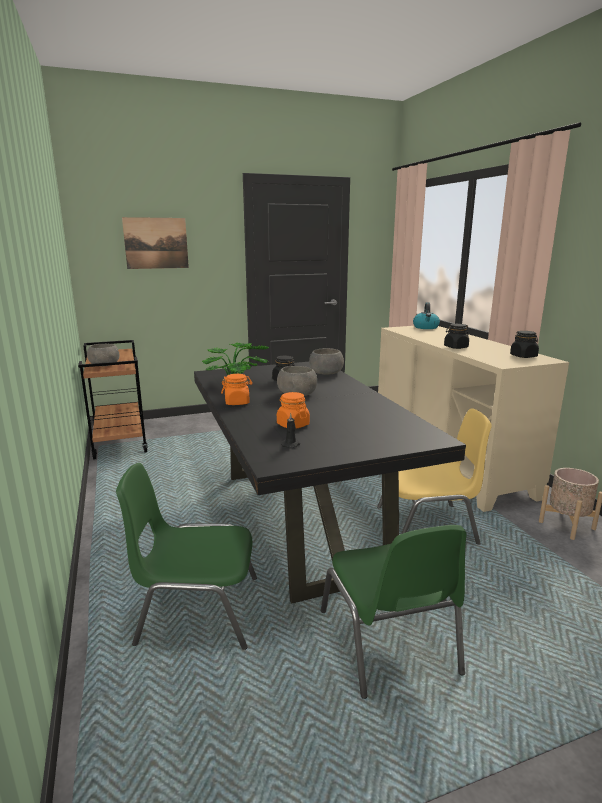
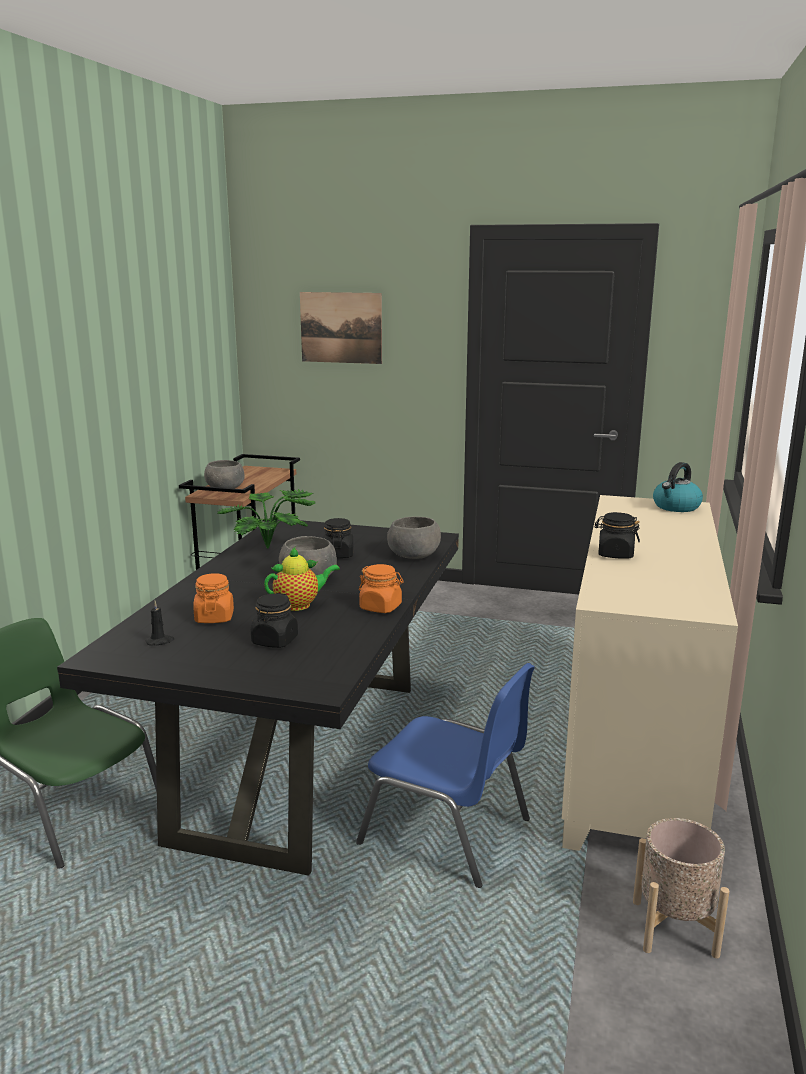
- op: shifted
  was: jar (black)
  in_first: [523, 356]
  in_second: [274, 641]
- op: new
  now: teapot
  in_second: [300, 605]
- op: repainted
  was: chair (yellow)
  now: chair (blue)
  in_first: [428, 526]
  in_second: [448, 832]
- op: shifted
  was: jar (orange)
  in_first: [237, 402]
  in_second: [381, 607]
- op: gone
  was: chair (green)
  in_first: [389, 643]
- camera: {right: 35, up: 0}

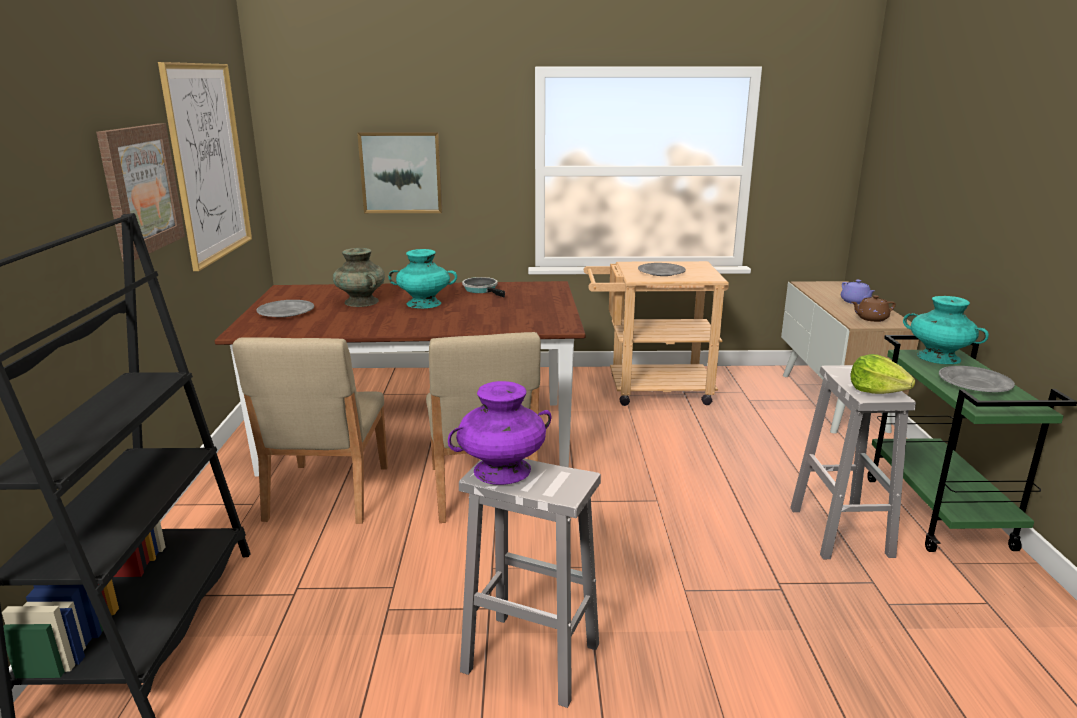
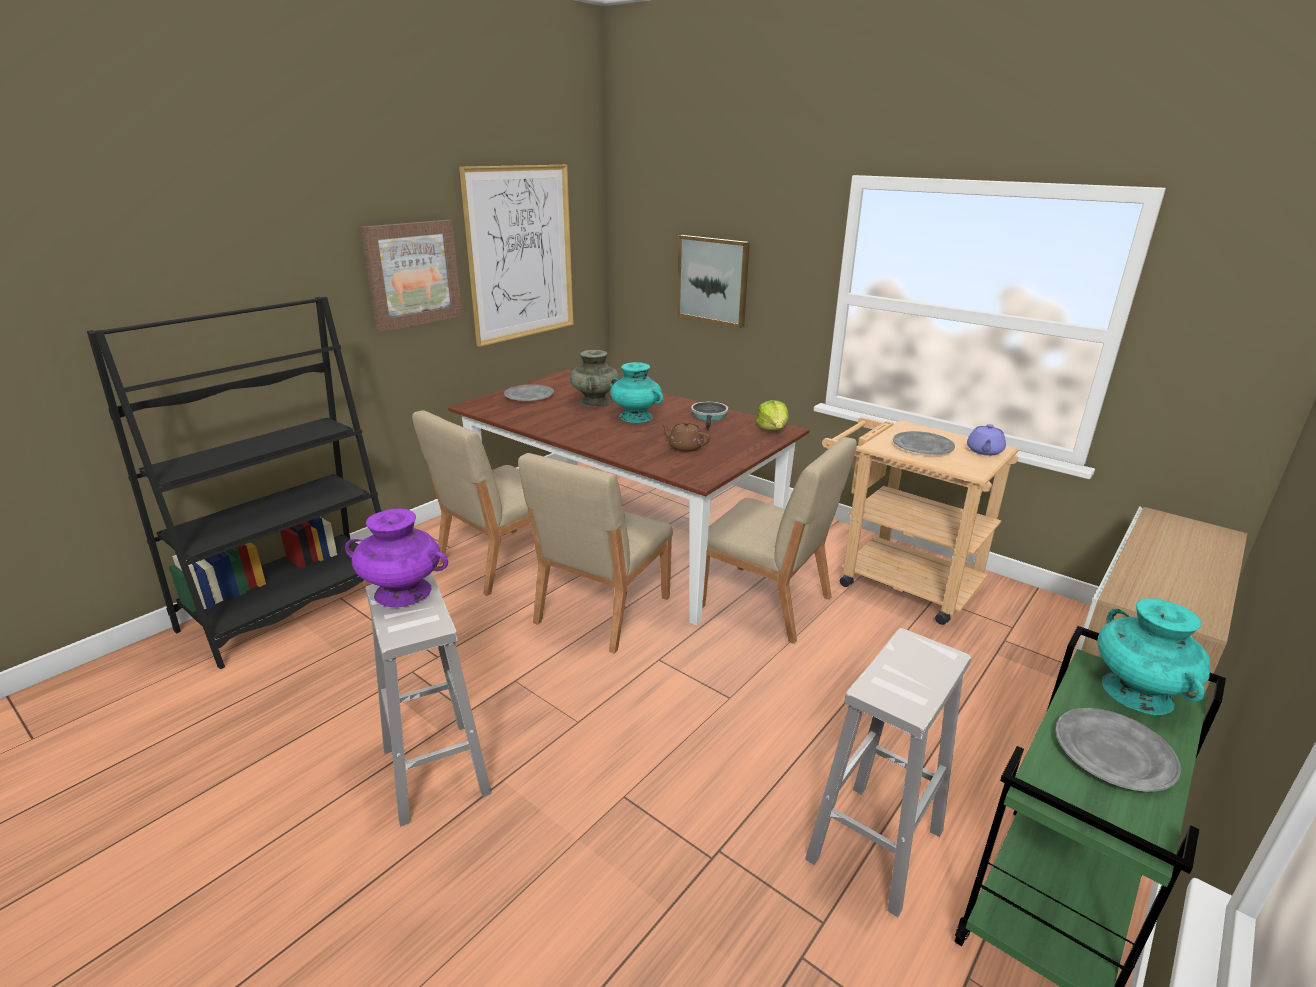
- op: shifted
  was: teapot (brown)
  in_first: [871, 319]
  in_second: [684, 447]
- op: new
  now: chair (beige)
  in_second: [766, 603]
- op: shifted
  was: lettuce
  in_first: [877, 390]
  in_second: [773, 429]
- op: shifted
  was: teapot (purple)
  in_first: [855, 302]
  in_second: [984, 451]
- camera: {right: 40, up: 5}

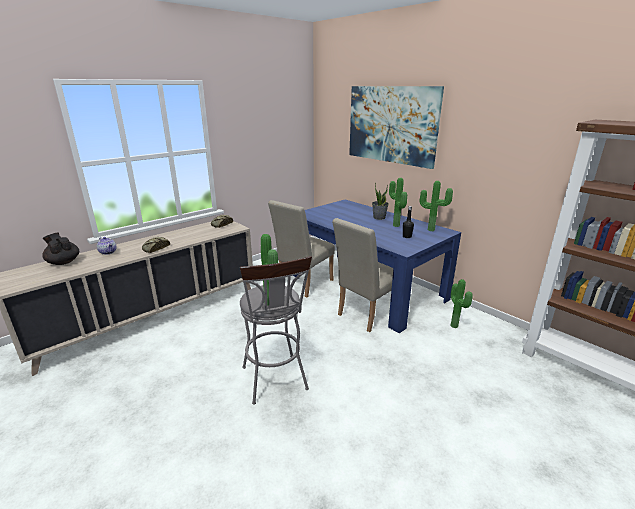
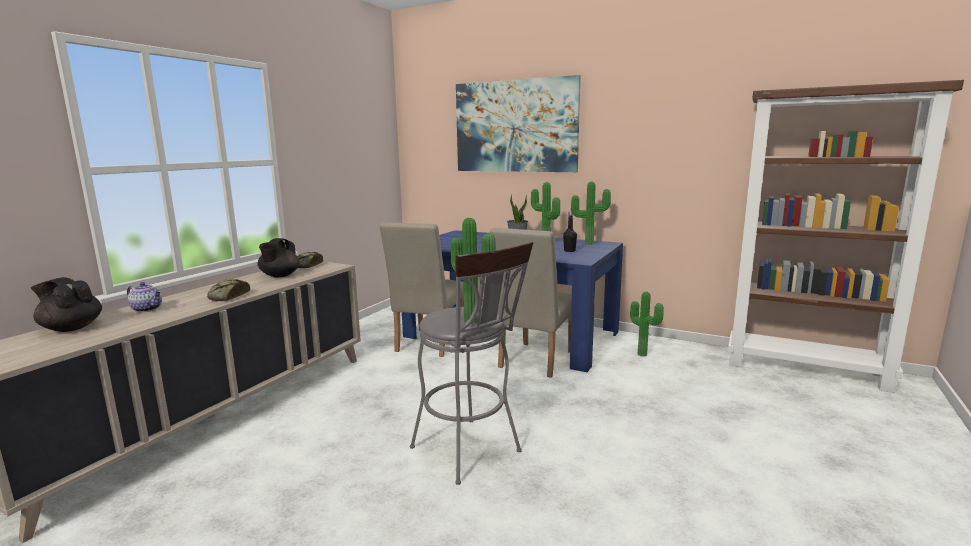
- op: new
  now: teapot (black)
  in_second: [279, 276]
- camera: {right: -20, up: -10}

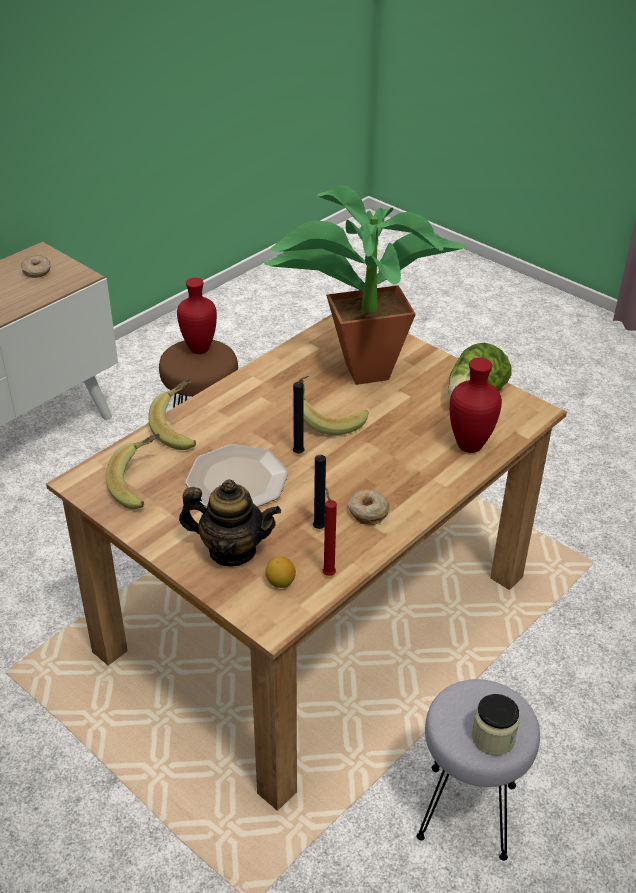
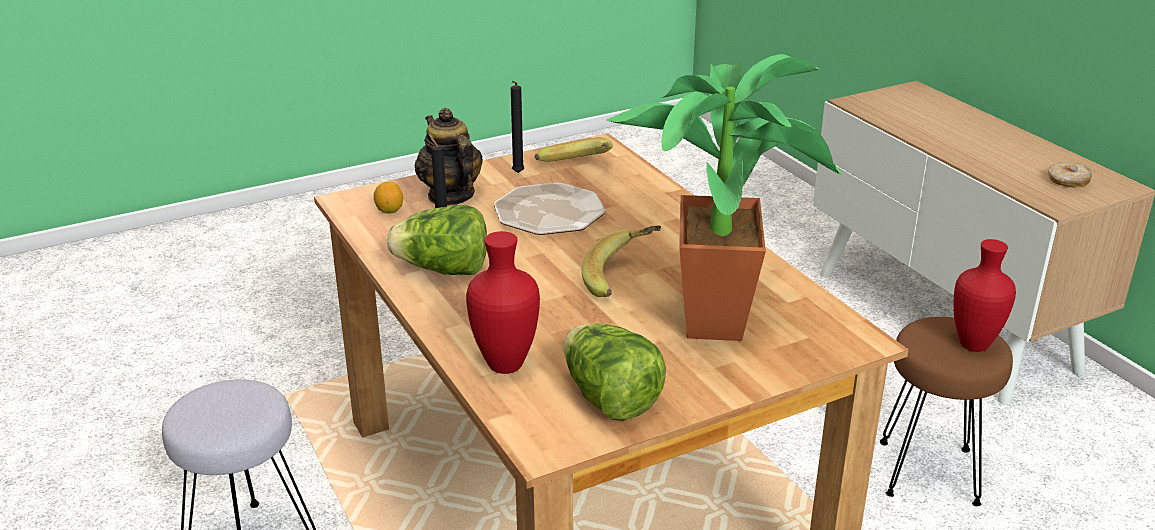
- op: swapped
  was: donut
  now: lettuce
  in_first: [367, 512]
  in_second: [443, 270]
- op: rotated
  was: teapot
  in_first: [232, 551]
  in_second: [450, 196]
  clockwise: 120
- op: shifted
  was: candle (black)
  in_first: [300, 453]
  in_second: [517, 173]
- op: gone
  was: banana
  in_first: [181, 428]
- op: gone
  was: candle (red)
  in_first: [328, 573]
- op: gone
  was: jar
  in_first: [493, 737]
- camera: {right: 110, up: -10}

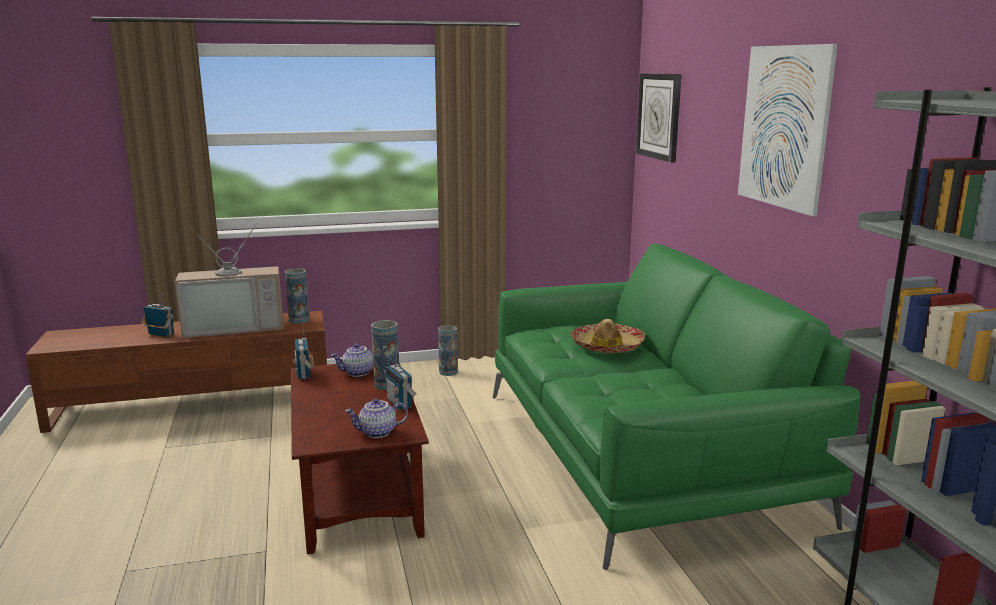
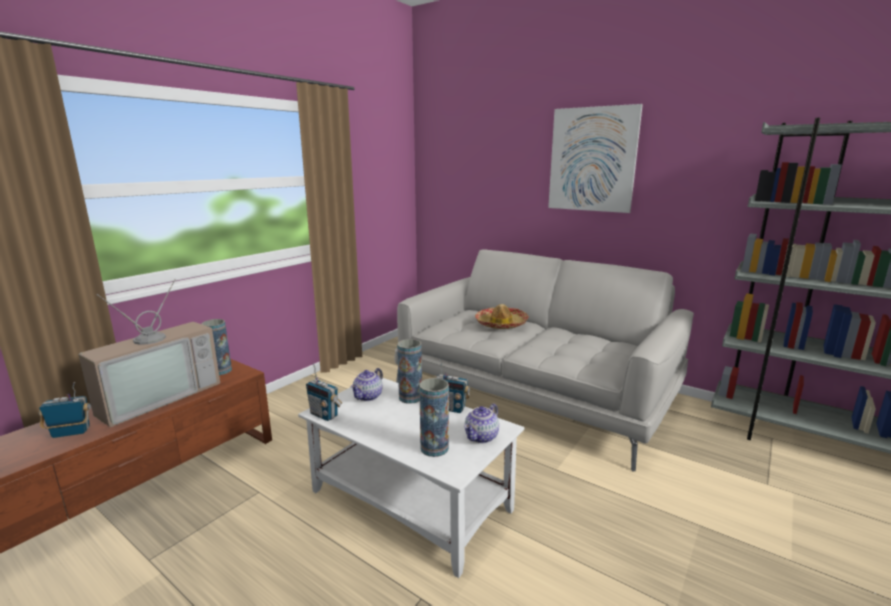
- op: repainted
  was: coffee table (brown)
  now: coffee table (white)
  in_first: [358, 491]
  in_second: [412, 501]
- op: repainted
  was: sofa (green)
  now: sofa (grey)
  in_first: [641, 454]
  in_second: [536, 392]
- op: shifted
  was: vase
  in_first: [448, 372]
  in_second: [434, 448]
- op: gone
  was: wall clock
  in_first: [659, 116]
- camera: {right: -40, up: 0}

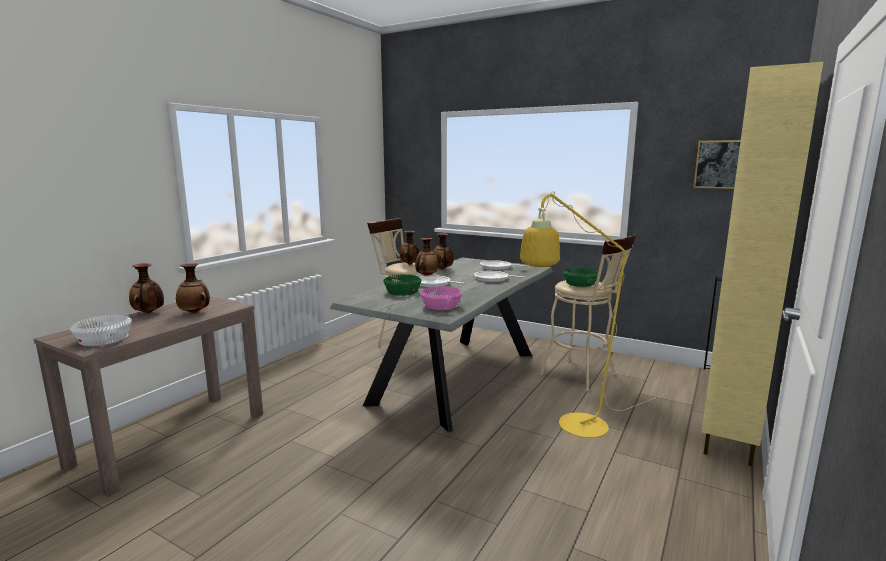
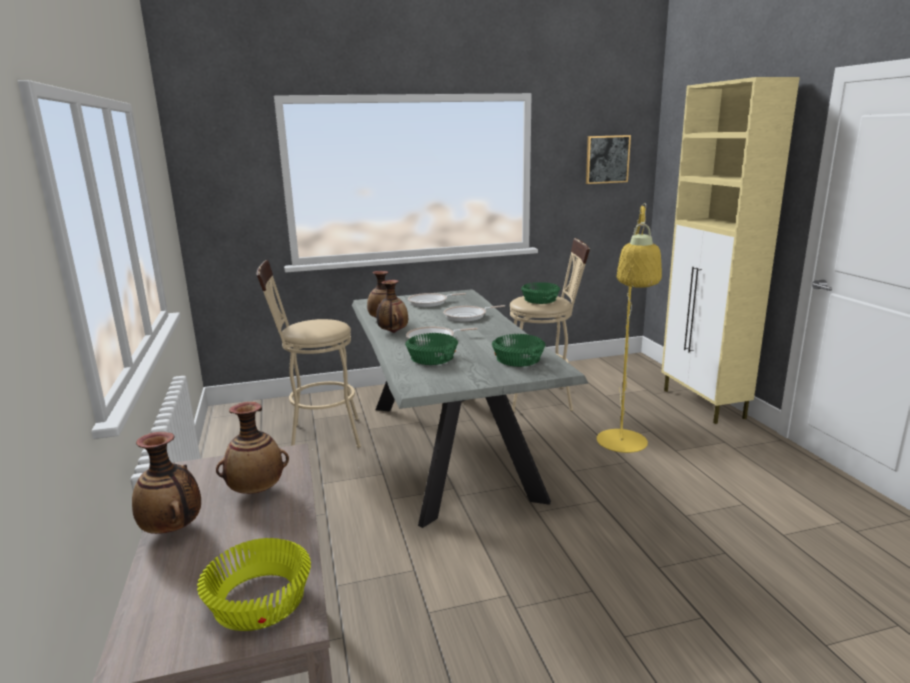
- op: repainted
  was: bowl (white)
  now: bowl (yellow)
  in_first: [103, 339]
  in_second: [258, 602]
- op: repainted
  was: bowl (pink)
  now: bowl (green)
  in_first: [440, 305]
  in_second: [517, 359]
- op: gone
  was: vase
  in_first: [410, 264]
- camera: {right: -45, up: 5}

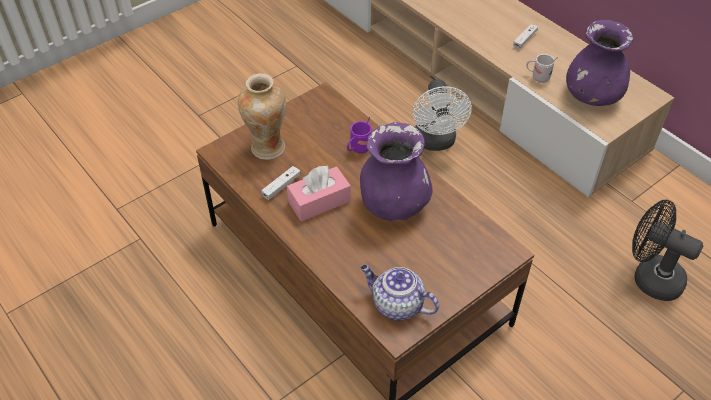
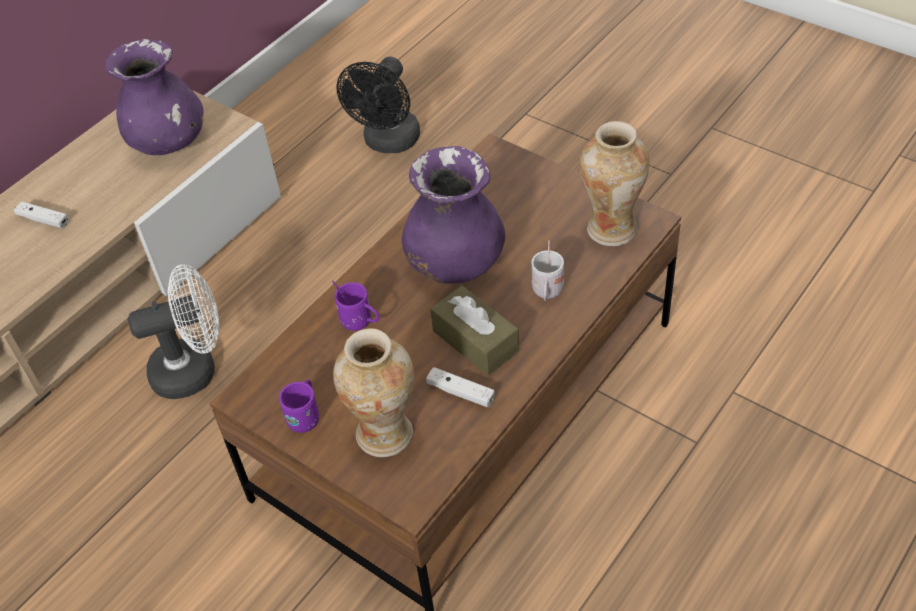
- op: new
  now: mug (purple)
  in_second: [305, 417]
- op: repainted
  was: tissue box (pink)
  now: tissue box (brown)
  in_first: [319, 201]
  in_second: [475, 341]
- op: shifted
  was: mug (white)
  in_first: [538, 77]
  in_second: [547, 293]
- op: swapped
  was: teapot
  now: vase
  in_first: [396, 305]
  in_second: [611, 229]
- camera: {right: -100, up: 0}

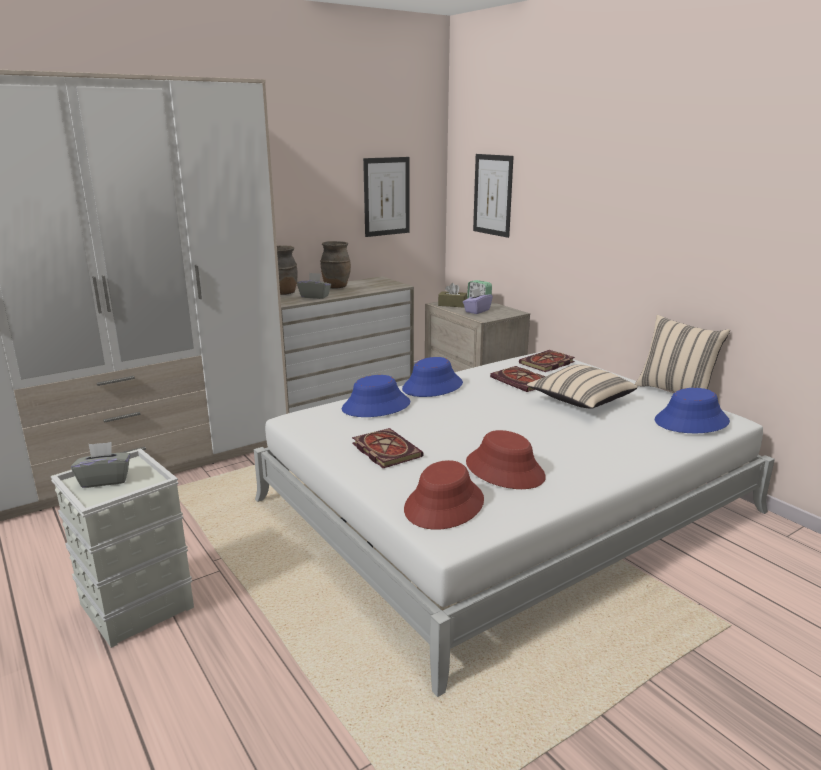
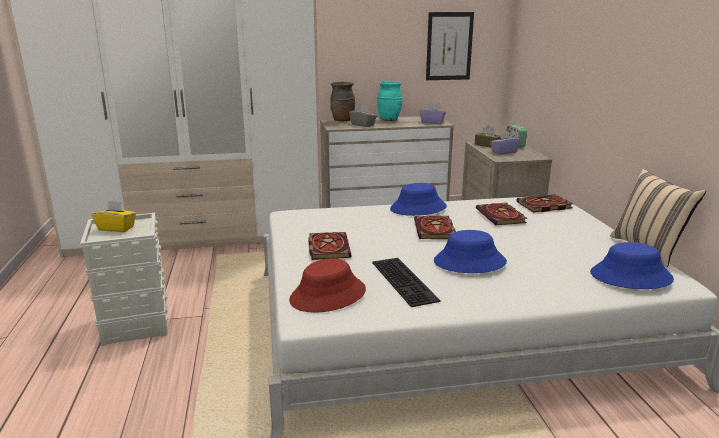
- op: repainted
  was: tissue box (grey)
  now: tissue box (yellow)
  in_first: [105, 480]
  in_second: [116, 228]
- op: swapped
  was: hat (red)
  now: keyboard
  in_first: [505, 470]
  in_second: [406, 281]
- op: repainted
  was: vase (brown)
  now: vase (turquoise)
  in_first: [336, 287]
  in_second: [389, 120]
- op: new
  now: book
  in_second: [435, 230]
- op: new
  now: tissue box (purple)
  in_second: [432, 122]
- op: shifted
  was: hat (blue)
  in_first: [376, 406]
  in_second: [469, 262]
- op: gone
  was: picture
  in_first: [493, 195]
- op: gone
  was: pillow (beige)
  in_first: [580, 401]
- camera: {right: 25, up: 0}

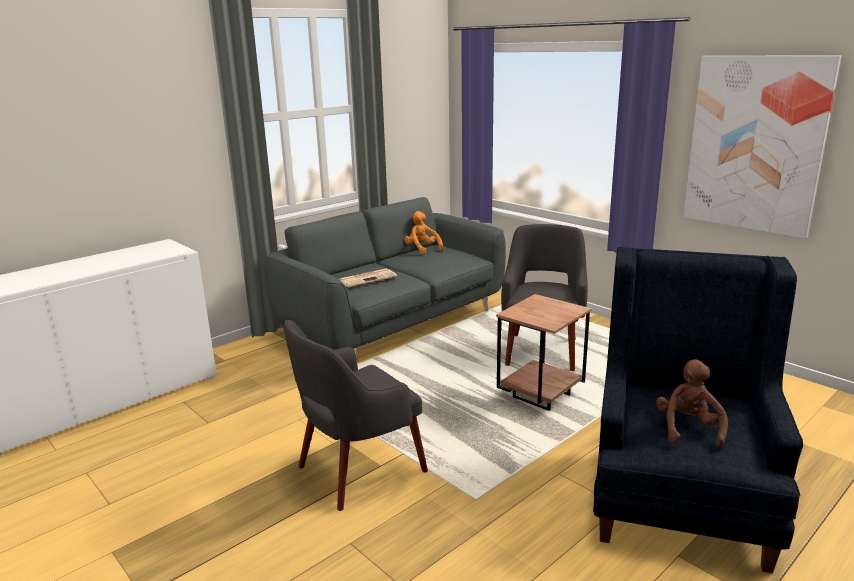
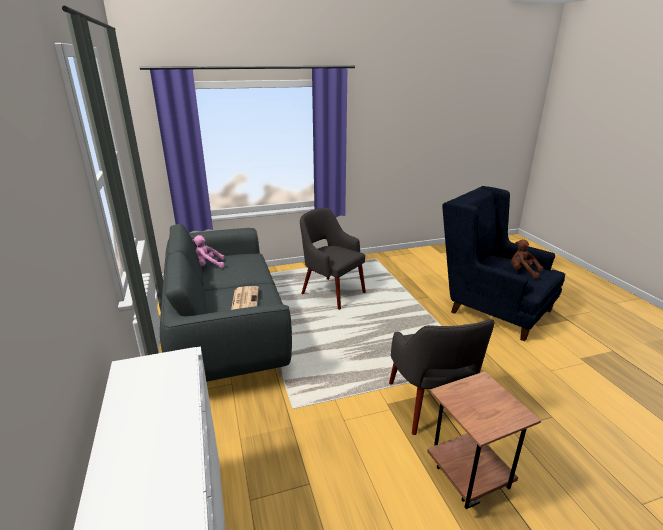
- op: repainted
  was: plush toy (orange)
  now: plush toy (pink)
  in_first: [422, 249]
  in_second: [208, 265]
- op: shifted
  was: side table (brown)
  in_first: [539, 396]
  in_second: [466, 478]
- op: gone
  was: picture
  in_first: [755, 144]
- camera: {right: -65, up: 5}

